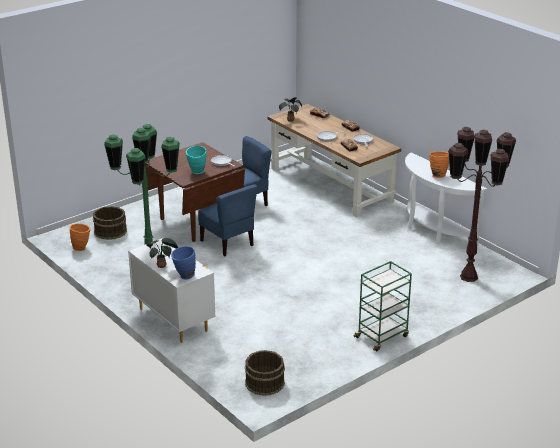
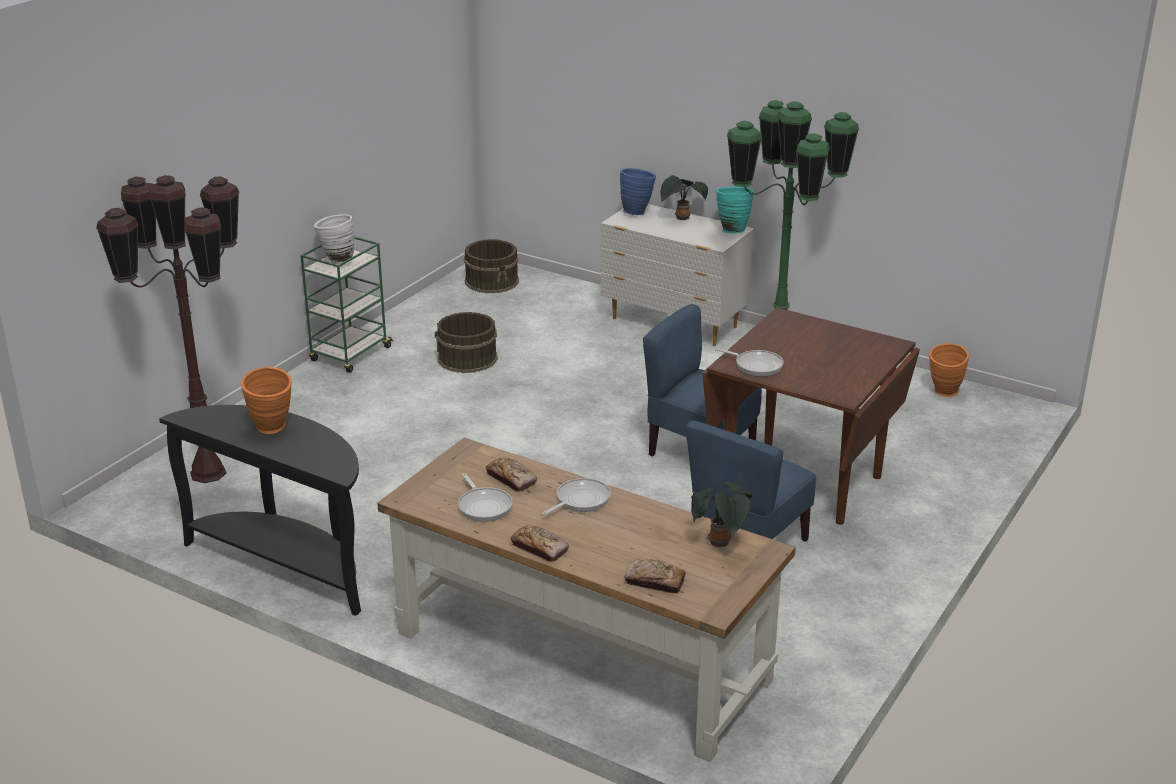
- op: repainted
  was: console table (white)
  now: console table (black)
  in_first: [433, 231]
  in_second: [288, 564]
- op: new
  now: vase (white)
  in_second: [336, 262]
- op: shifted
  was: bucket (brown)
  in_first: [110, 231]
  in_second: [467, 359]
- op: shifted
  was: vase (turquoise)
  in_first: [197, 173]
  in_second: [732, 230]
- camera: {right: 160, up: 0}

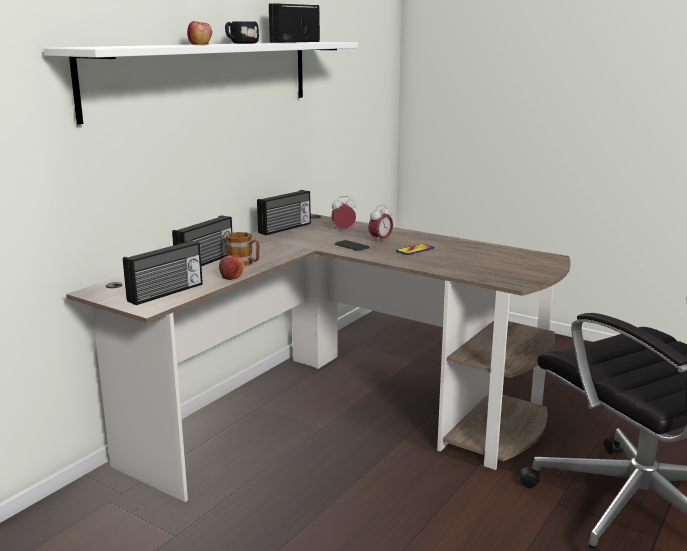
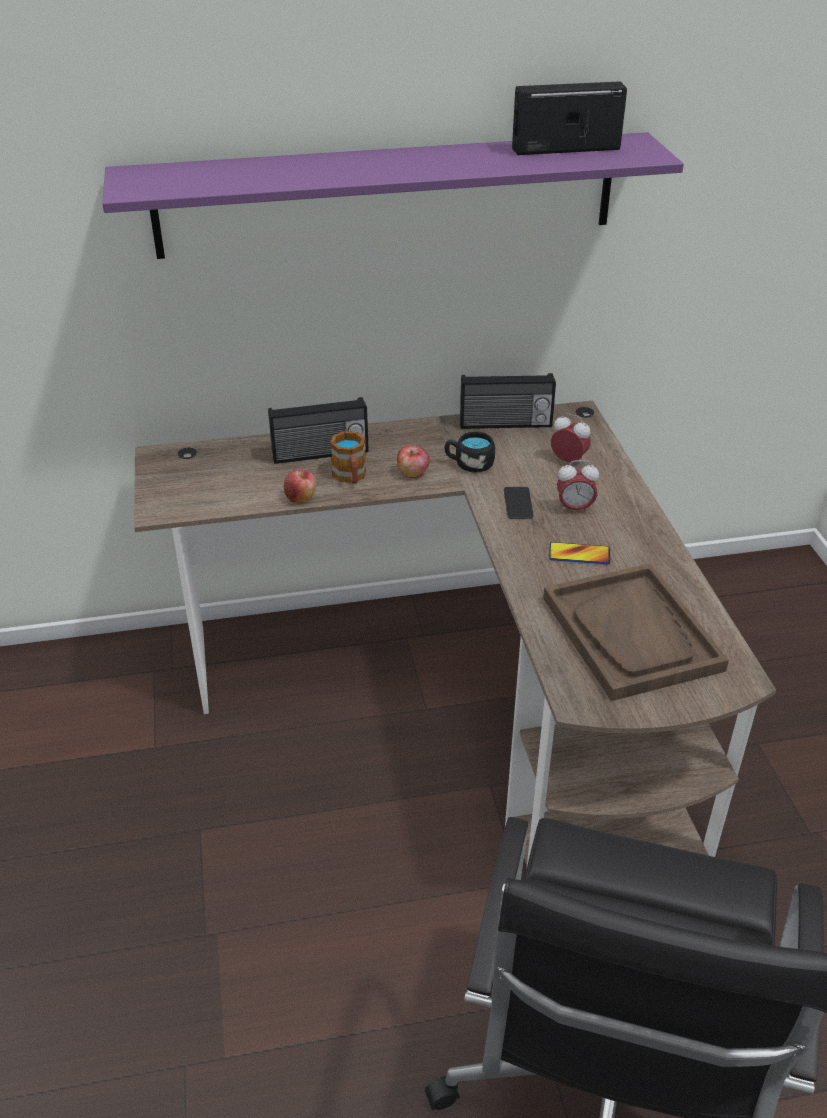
- op: repainted
  was: shelf (white)
  now: shelf (purple)
  in_first: [205, 76]
  in_second: [387, 195]
- op: shifted
  was: apple
  in_first: [200, 44]
  in_second: [413, 473]
- op: shifted
  was: mug (black)
  in_first: [241, 43]
  in_second: [469, 464]
- op: new
  now: tray (brown)
  in_second: [631, 634]
- op: gone
  was: radio
  in_first: [166, 293]
- camera: {right: 45, up: 20}

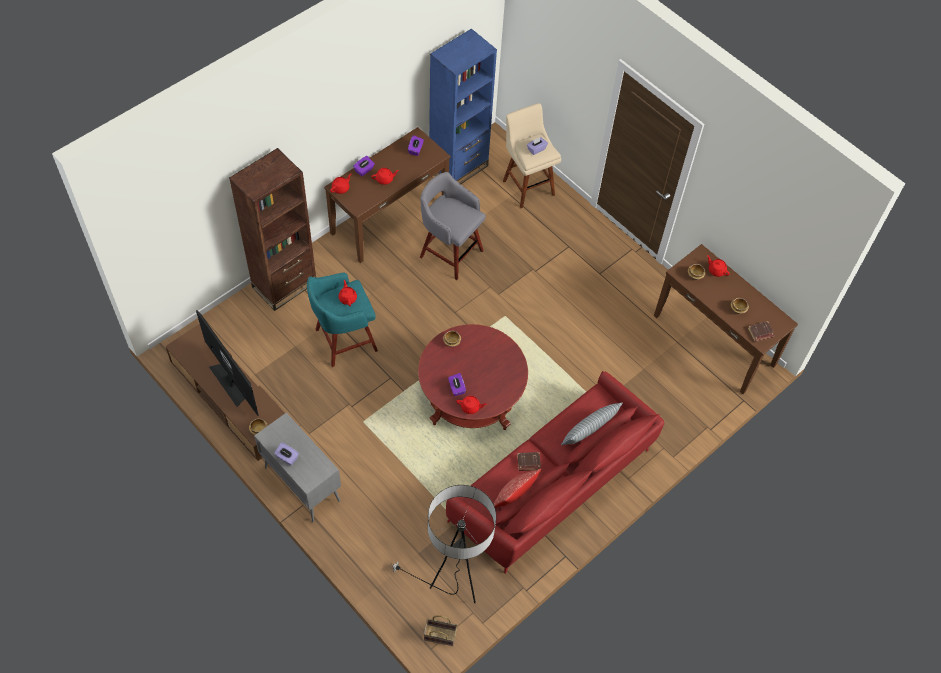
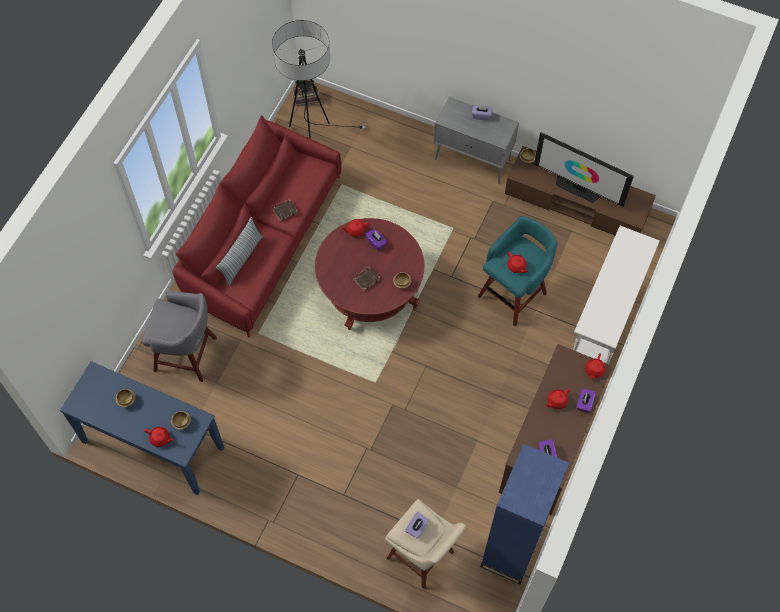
- op: repainted
  was: console table (brown)
  now: console table (blue)
  in_first: [714, 340]
  in_second: [152, 445]
- op: shifted
  was: stool (grey)
  in_first: [450, 252]
  in_second: [187, 355]
- op: shifted
  was: book (brown)
  in_first: [760, 333]
  in_second: [366, 279]
- op: swapped
  was: bookcase (brown)
  now: console table (white)
  in_first: [284, 285]
  in_second: [603, 325]
- op: gone
  was: pillow
  in_first: [513, 497]
- camera: {right: 160, up: 5}

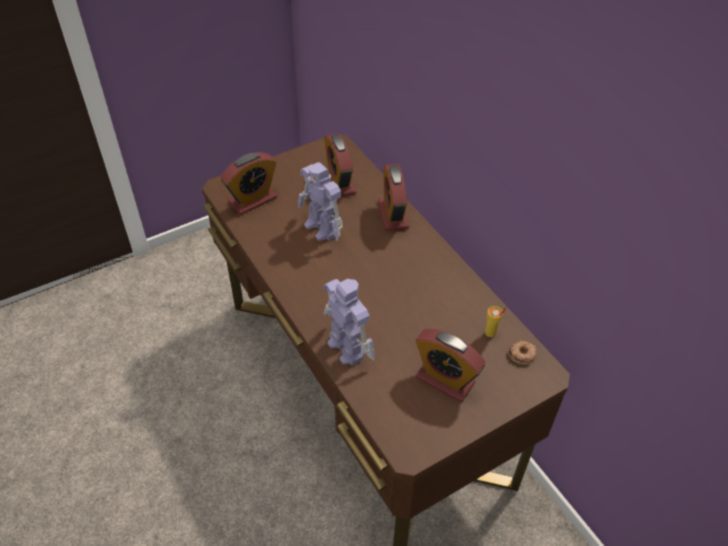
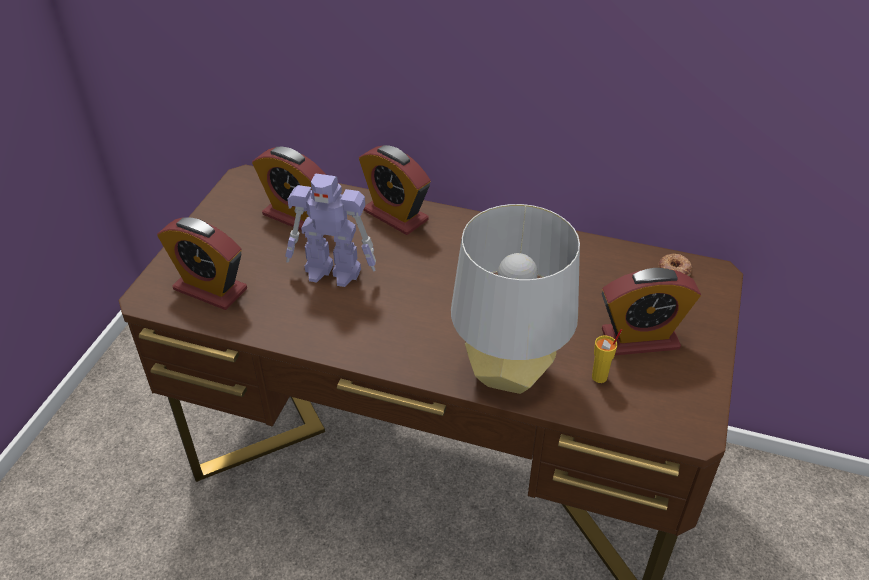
- op: rotated
  was: alarm clock
  in_first: [253, 200]
  in_second: [210, 289]
  clockwise: 105
- op: swapped
  was: toy robot
  now: table lamp (grey)
  in_first: [346, 346]
  in_second: [508, 373]
- op: shifted
  was: cup (yellow)
  in_first: [490, 333]
  in_second: [600, 377]
- camera: {right: -40, up: -5}

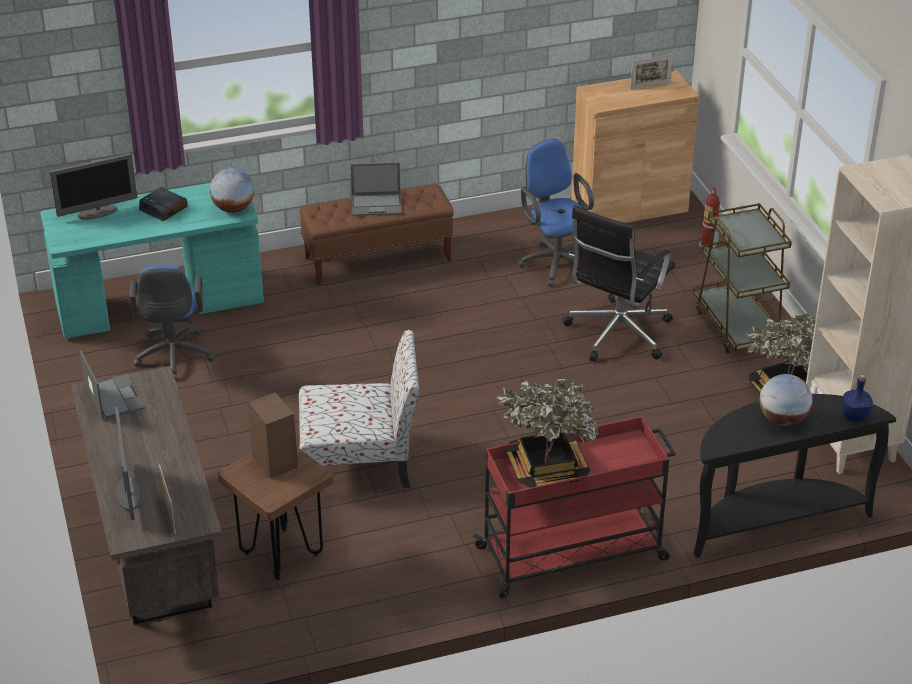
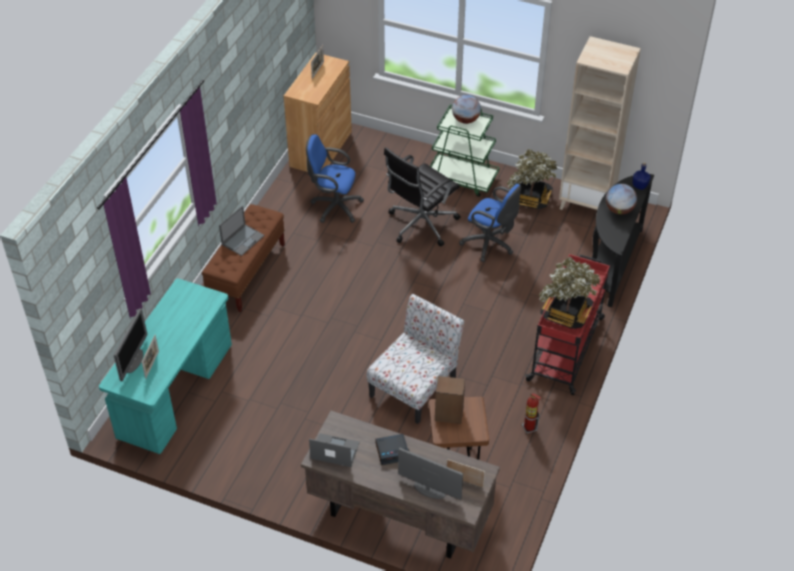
- op: new
  now: picture frame
  in_second: [152, 364]
- op: shifted
  was: alarm clock
  in_first: [164, 209]
  in_second: [392, 451]
- op: rotated
  was: office chair (black)
  in_first: [616, 334]
  in_second: [420, 224]
  clockwise: 60
- op: repainted
  was: cart (brown)
  now: cart (green)
  in_first: [737, 325]
  in_second: [462, 178]
- op: shifted
  was: globe
  in_first: [233, 209]
  in_second: [465, 120]
- op: shifted
  was: office chair (blue)
  in_first: [174, 358]
  in_second: [490, 244]
- op: shifted
  was: fire extinguisher
  in_first: [707, 245]
  in_second: [529, 428]
- camera: {right: -50, up: 10}

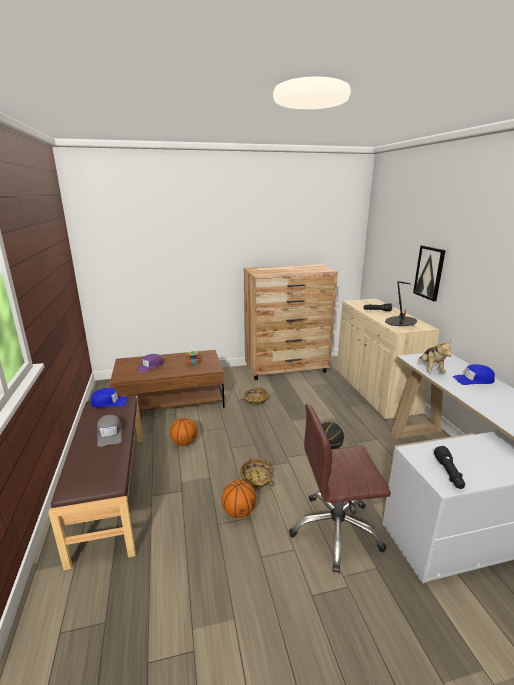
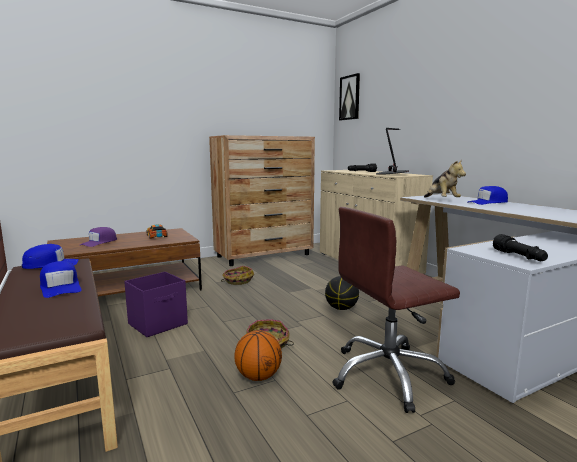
- op: repainted
  was: cap (grey)
  now: cap (blue)
  in_first: [110, 434]
  in_second: [60, 287]
- op: swapped
  was: basketball
  now: storage box (purple)
  in_first: [184, 443]
  in_second: [159, 324]
- op: shifted
  was: picture
  in_first: [429, 272]
  in_second: [350, 97]
- camera: {right: -15, up: -10}

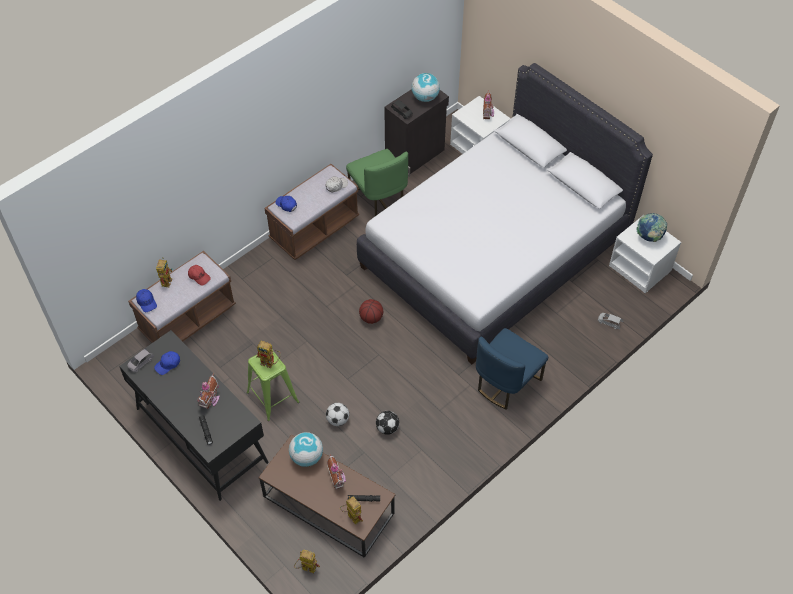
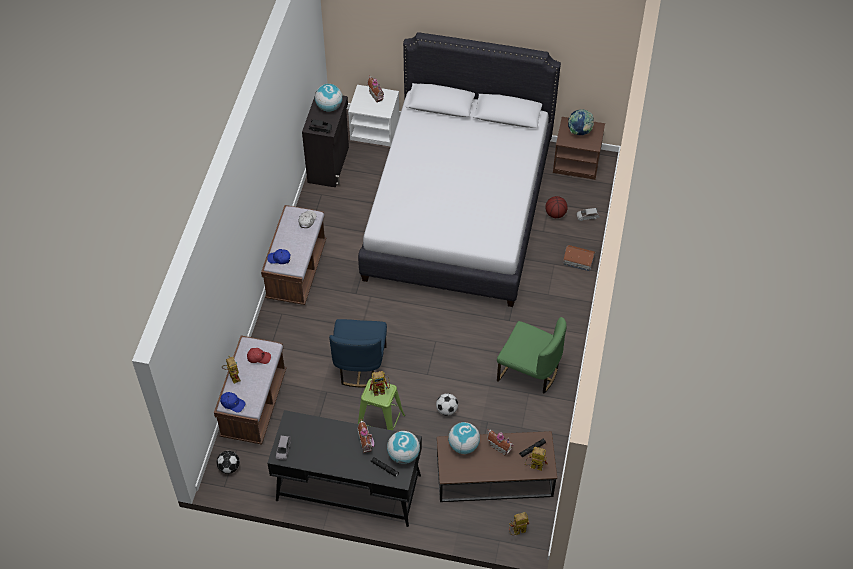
- op: shifted
  was: football
  in_first: [387, 428]
  in_second: [229, 467]
- op: shifted
  was: chair (blue)
  in_first: [506, 383]
  in_second: [360, 365]
- op: new
  now: globe
  in_second: [403, 455]
- op: shifted
  was: chair (green)
  in_first: [378, 199]
  in_second: [529, 372]
- op: shifted
  was: basketball
  in_first: [371, 318]
  in_second: [555, 214]
- op: repainted
  was: nightstand (white)
  now: nightstand (brown)
  in_first: [640, 268]
  in_second: [577, 162]
- op: new
  now: toy house
  in_second: [578, 261]
- op: gone
  was: cap (blue)
  in_first: [168, 364]
- camera: {right: -35, up: 0}

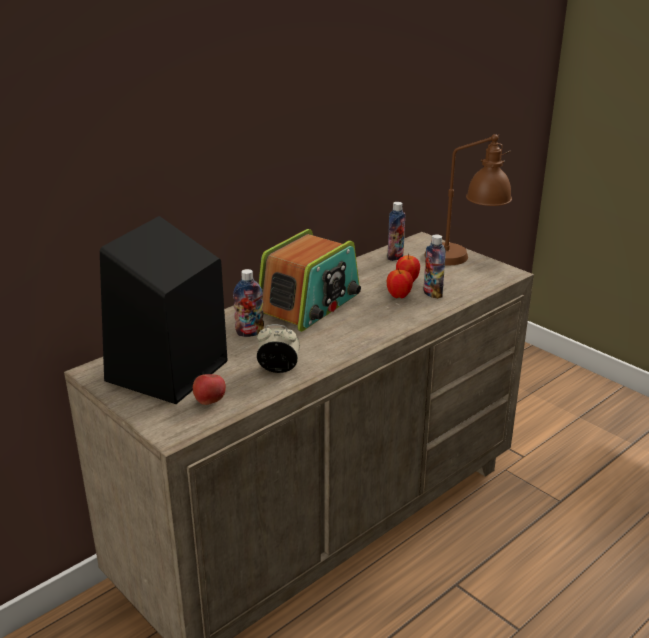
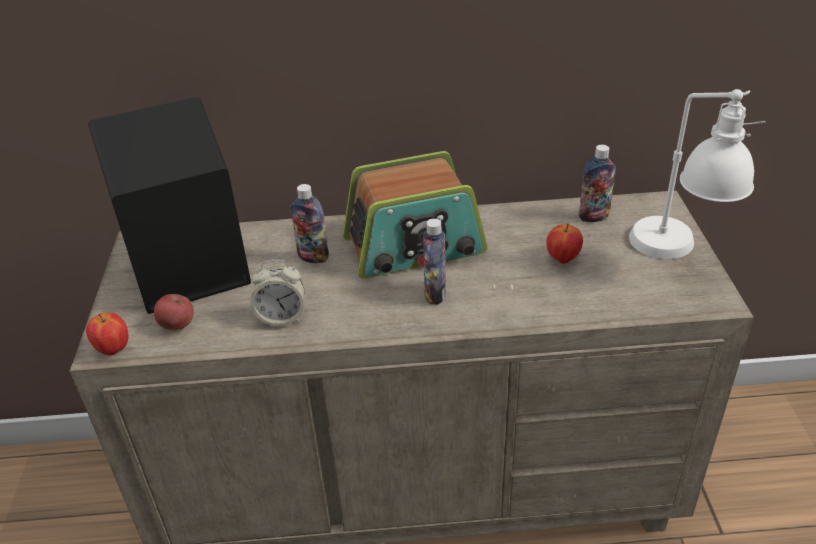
- op: shifted
  was: apple
  in_first: [399, 296]
  in_second: [113, 349]
- op: rotated
  was: alarm clock
  in_first: [278, 369]
  in_second: [281, 317]
  clockwise: 135
- op: shifted
  was: bottle
  in_first: [432, 294]
  in_second: [435, 294]
- op: repainted
  was: table lamp (brown)
  now: table lamp (white)
  in_first: [464, 260]
  in_second: [679, 255]
- camera: {right: 40, up: 10}

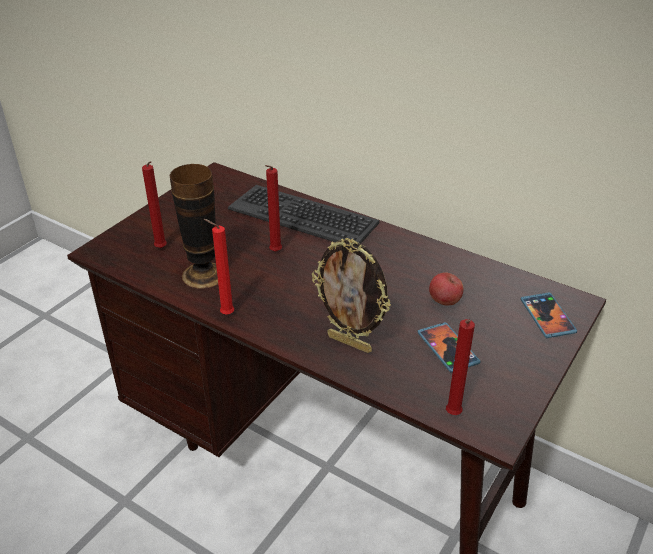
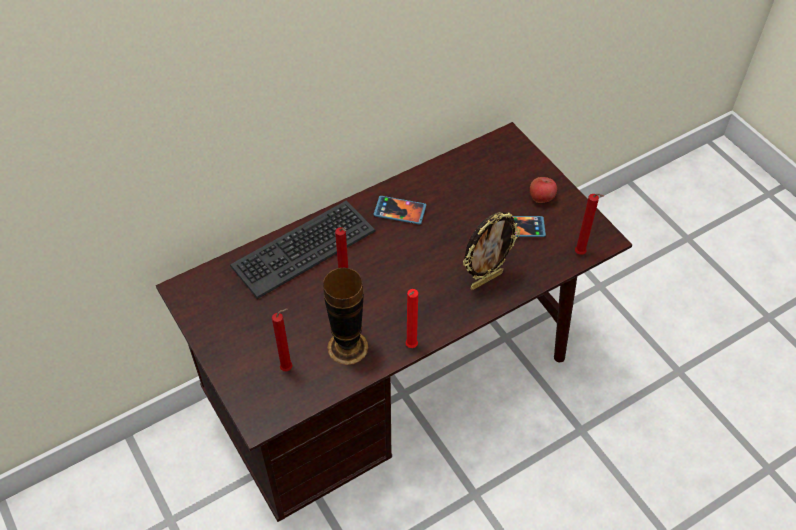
- op: shifted
  was: phone
  in_first: [547, 317]
  in_second: [400, 211]
- op: shifted
  was: apple
  in_first: [444, 301]
  in_second: [541, 198]
- camera: {right: -65, up: 15}

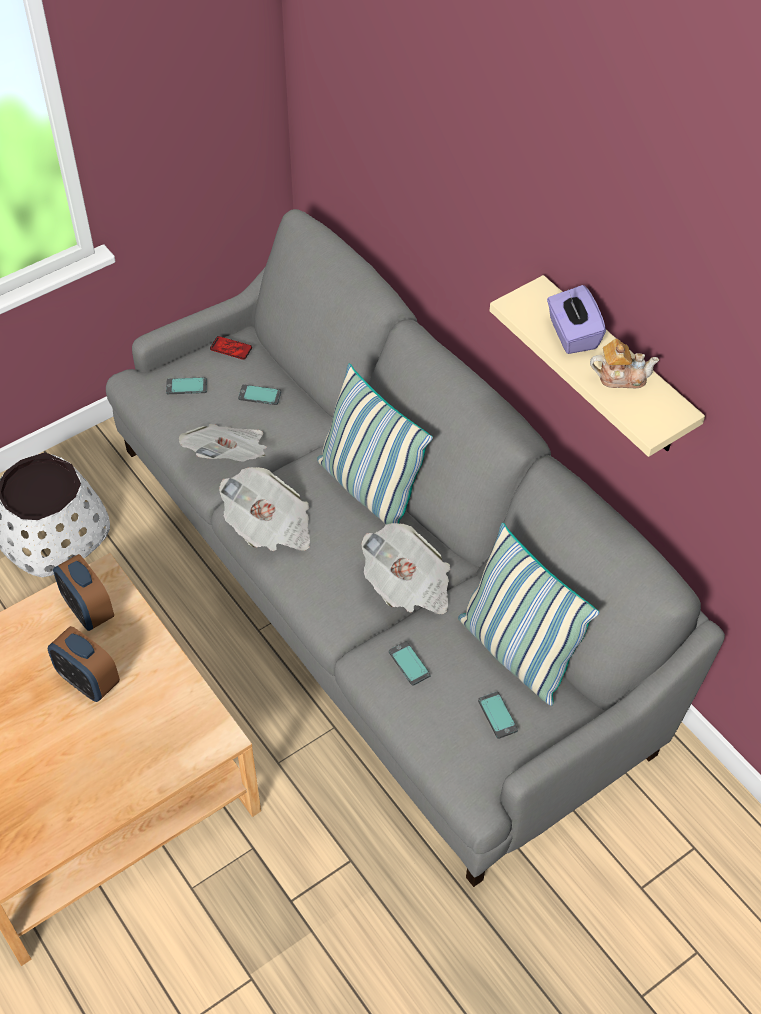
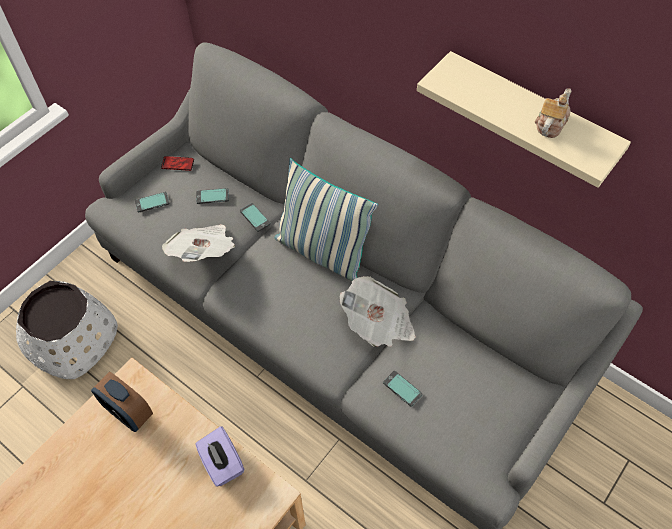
- op: shifted
  was: tissue box (purple)
  in_first: [572, 334]
  in_second: [222, 463]
- op: shifted
  was: phone
  in_first: [498, 715]
  in_second: [255, 217]
- op: rotated
  was: teapot
  in_first: [621, 377]
  in_second: [550, 124]
  clockwise: -45
- op: gone
  was: alarm clock
  in_first: [88, 681]
- op: gone
  was: newspaper
  in_first: [269, 527]
- op: gone
  was: pillow
  in_first: [516, 652]
- camera: {right: -15, up: 5}

